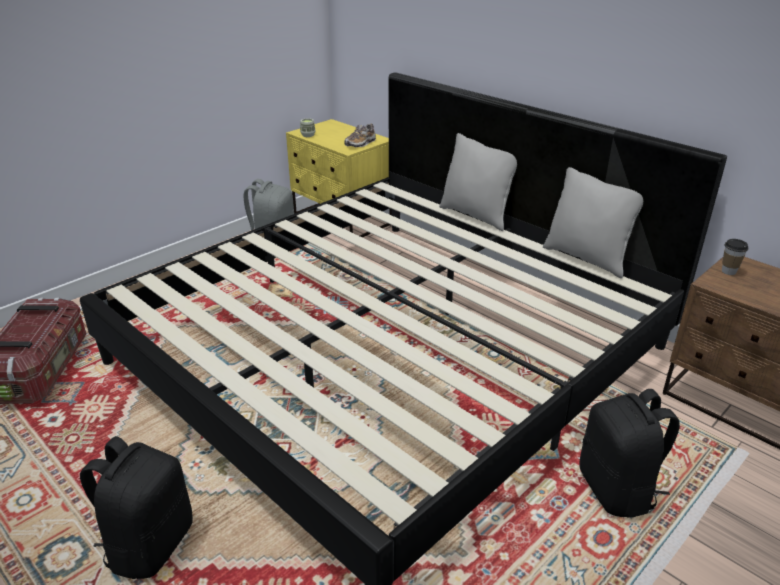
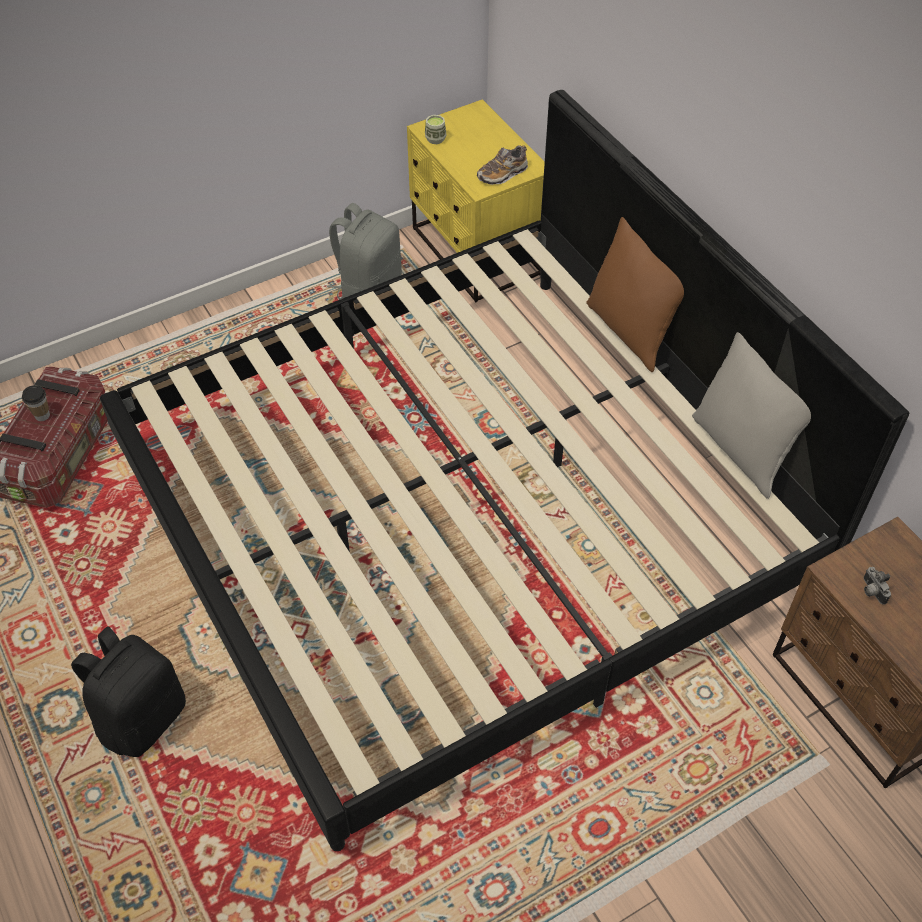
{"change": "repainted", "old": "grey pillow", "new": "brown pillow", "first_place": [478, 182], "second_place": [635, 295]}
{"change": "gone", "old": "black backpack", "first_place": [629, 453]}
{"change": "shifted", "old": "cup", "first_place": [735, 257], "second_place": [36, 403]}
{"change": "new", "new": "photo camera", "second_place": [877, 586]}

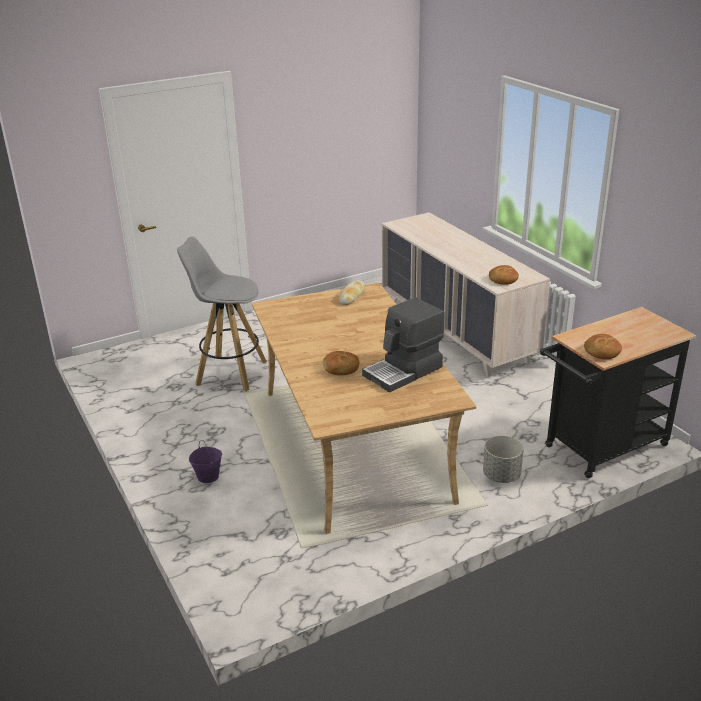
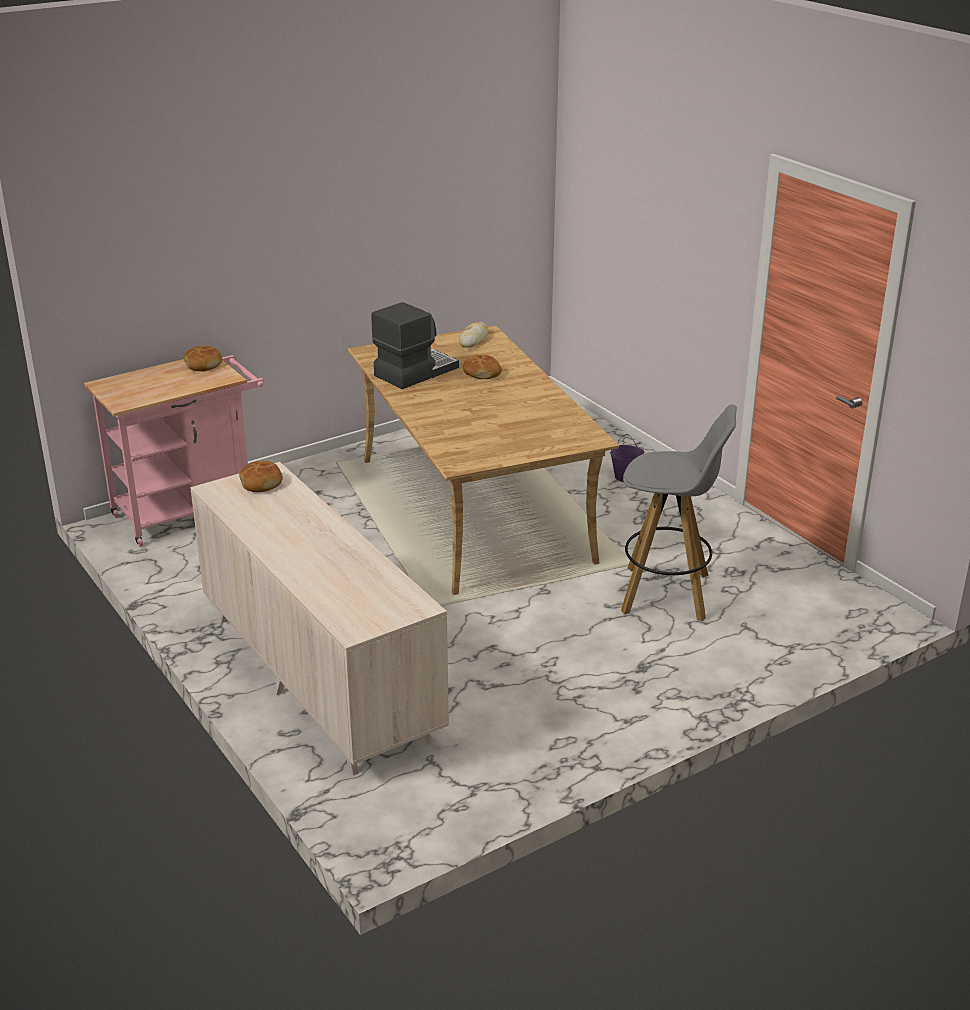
{"change": "shifted", "old": "bread", "first_place": [351, 293], "second_place": [474, 335]}
{"change": "gone", "old": "grey planter", "first_place": [503, 459]}
{"change": "repainted", "old": "black cart", "new": "pink cart", "first_place": [618, 392], "second_place": [174, 451]}

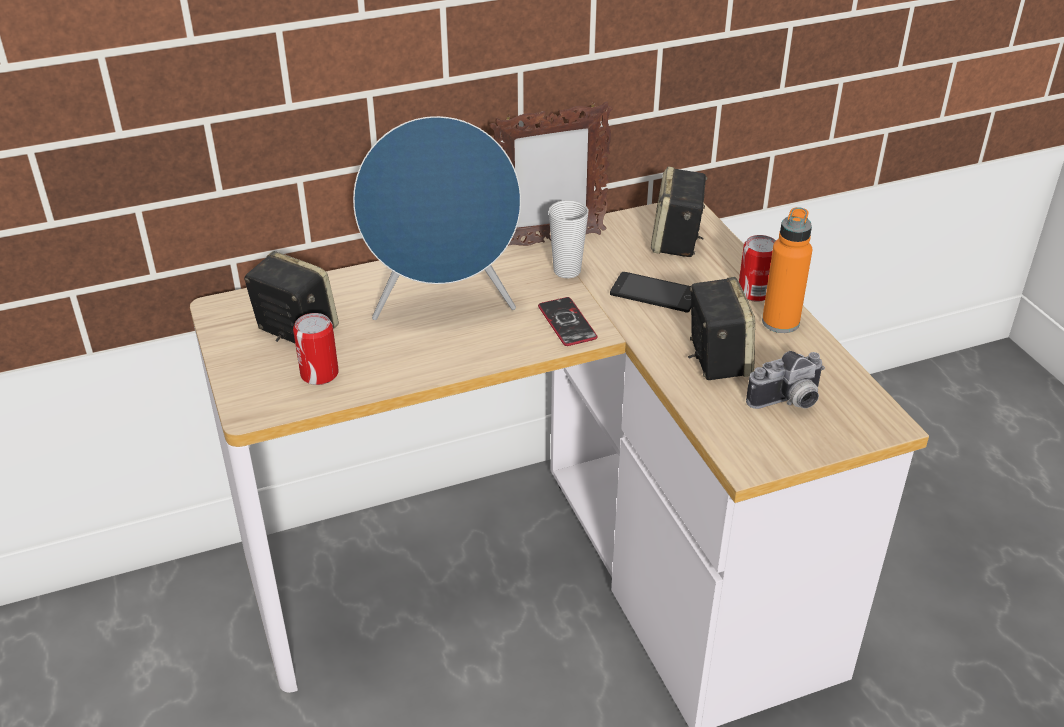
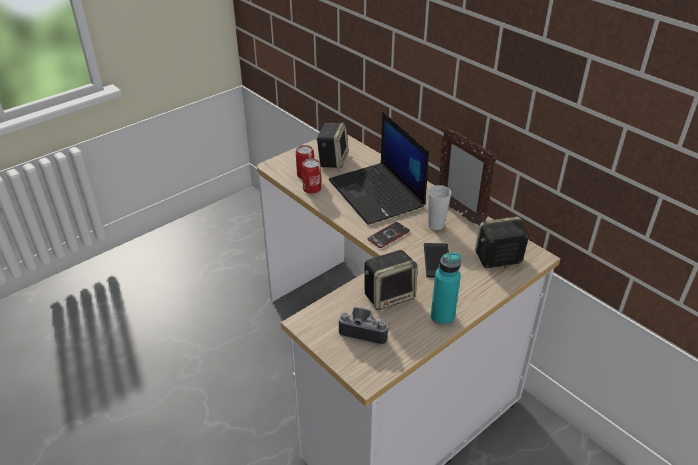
{"change": "swapped", "old": "blue speaker", "new": "laptop", "first_place": [437, 218], "second_place": [379, 168]}
{"change": "shifted", "old": "can", "first_place": [757, 268], "second_place": [311, 176]}
{"change": "rotated", "old": "photo camera", "first_place": [785, 380], "second_place": [364, 326], "degrees": 150}
{"change": "repainted", "old": "orange bottle", "new": "turquoise bottle", "first_place": [787, 270], "second_place": [446, 289]}

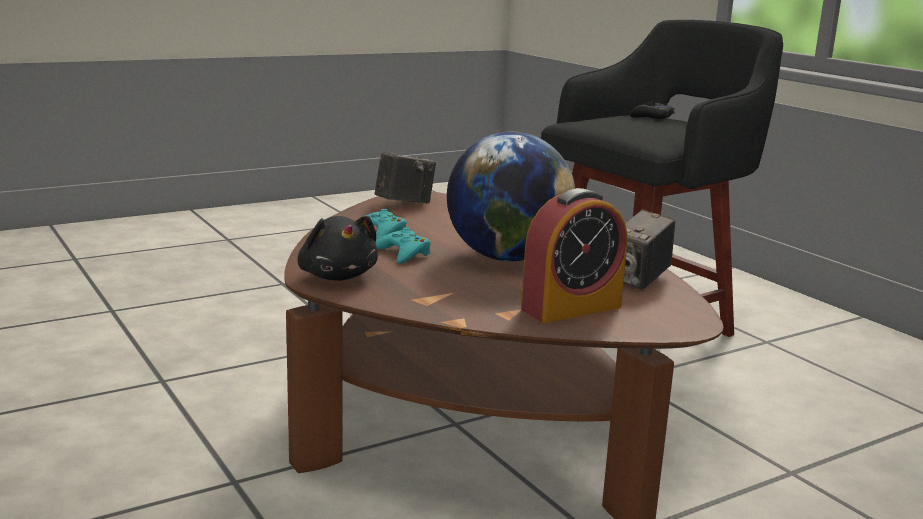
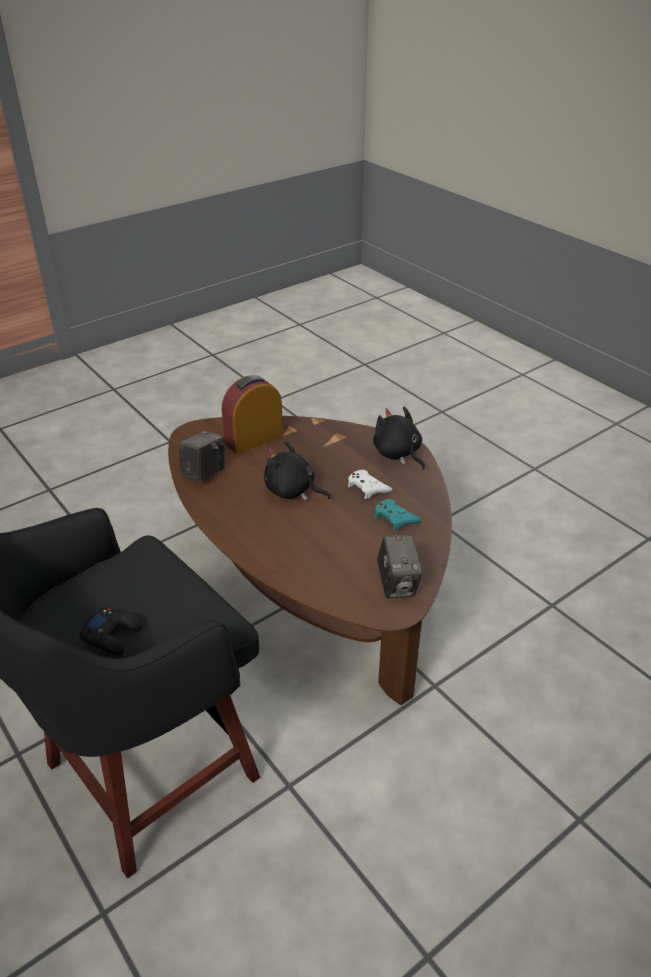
{"change": "rotated", "old": "photo camera", "first_place": [405, 178], "second_place": [400, 566], "degrees": -60}
{"change": "repainted", "old": "turquoise game controller", "new": "white game controller", "first_place": [403, 245], "second_place": [370, 484]}
{"change": "swapped", "old": "globe", "new": "black plush toy", "first_place": [511, 196], "second_place": [297, 471]}

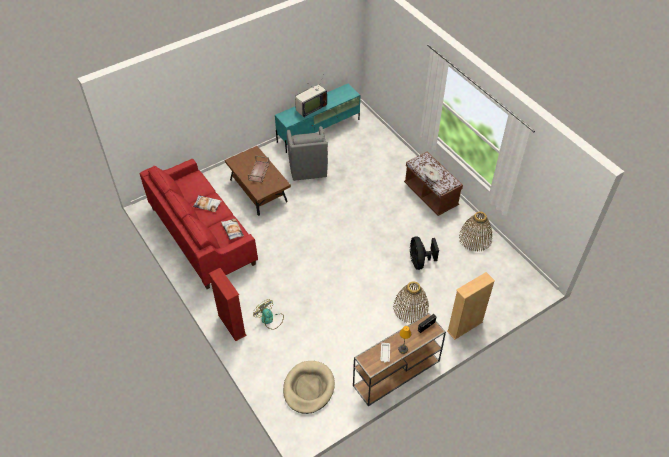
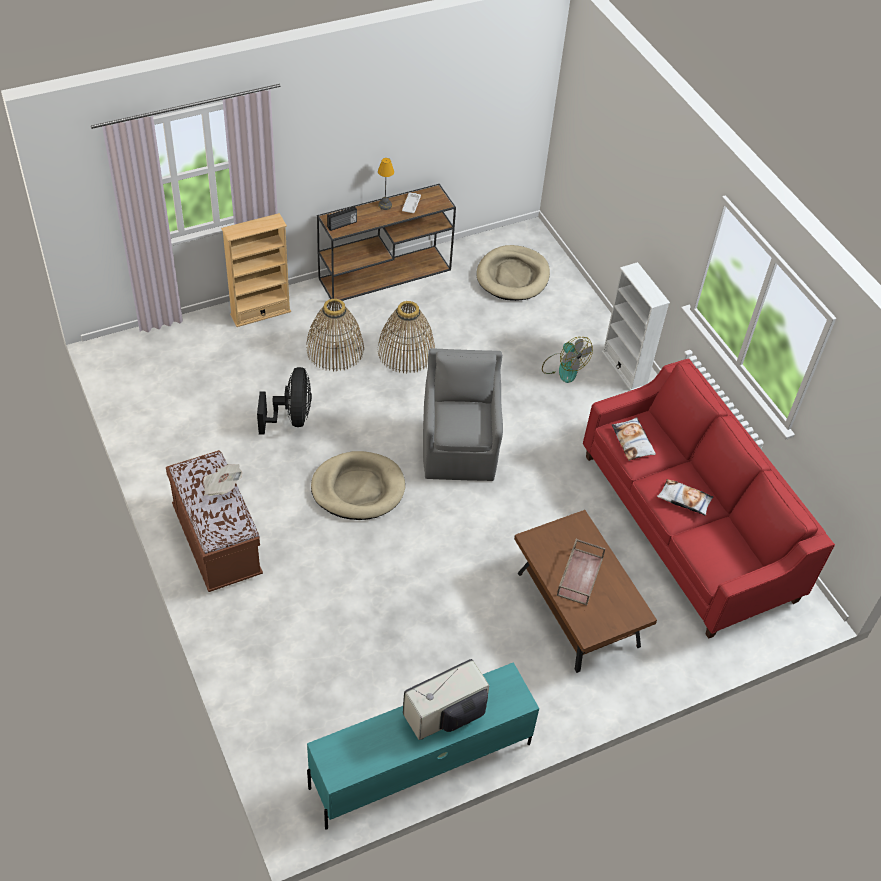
{"change": "repainted", "old": "red bookcase", "new": "white bookcase", "first_place": [228, 304], "second_place": [636, 326]}
{"change": "shifted", "old": "grey armchair", "first_place": [307, 153], "second_place": [463, 414]}
{"change": "shifted", "old": "basket", "first_place": [475, 232], "second_place": [406, 337]}
{"change": "new", "new": "beige dog bed", "second_place": [358, 485]}

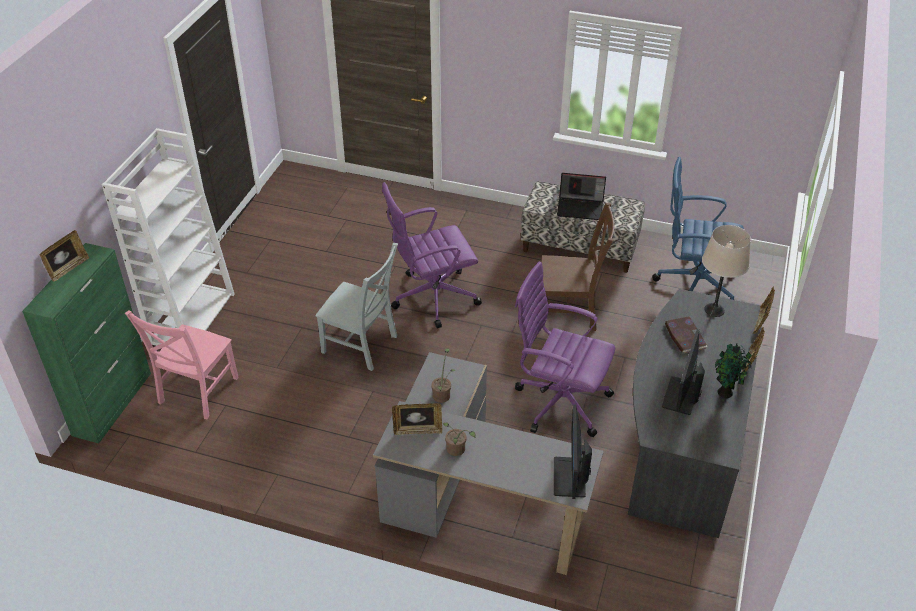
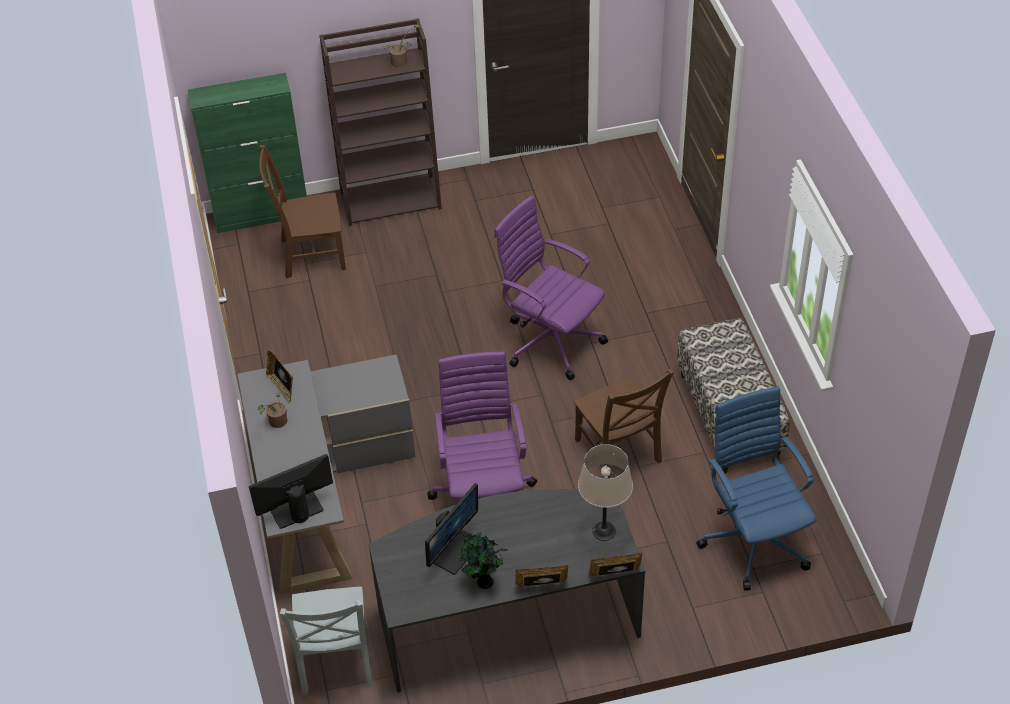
{"change": "gone", "old": "picture frame", "first_place": [64, 256]}
{"change": "repainted", "old": "white bookcase", "new": "brown bookcase", "first_place": [168, 237], "second_place": [380, 122]}
{"change": "repainted", "old": "pink chair", "new": "brown chair", "first_place": [182, 364], "second_place": [302, 211]}
{"change": "shifted", "old": "grey chair", "first_place": [356, 307], "second_place": [326, 641]}
{"change": "shifted", "old": "potted plant", "first_place": [444, 375], "second_place": [403, 45]}
{"change": "gone", "old": "laptop", "first_place": [581, 196]}
{"change": "rotated", "old": "monitor", "first_place": [683, 372], "second_place": [451, 529], "degrees": 135}
{"change": "gone", "old": "book", "first_place": [686, 334]}

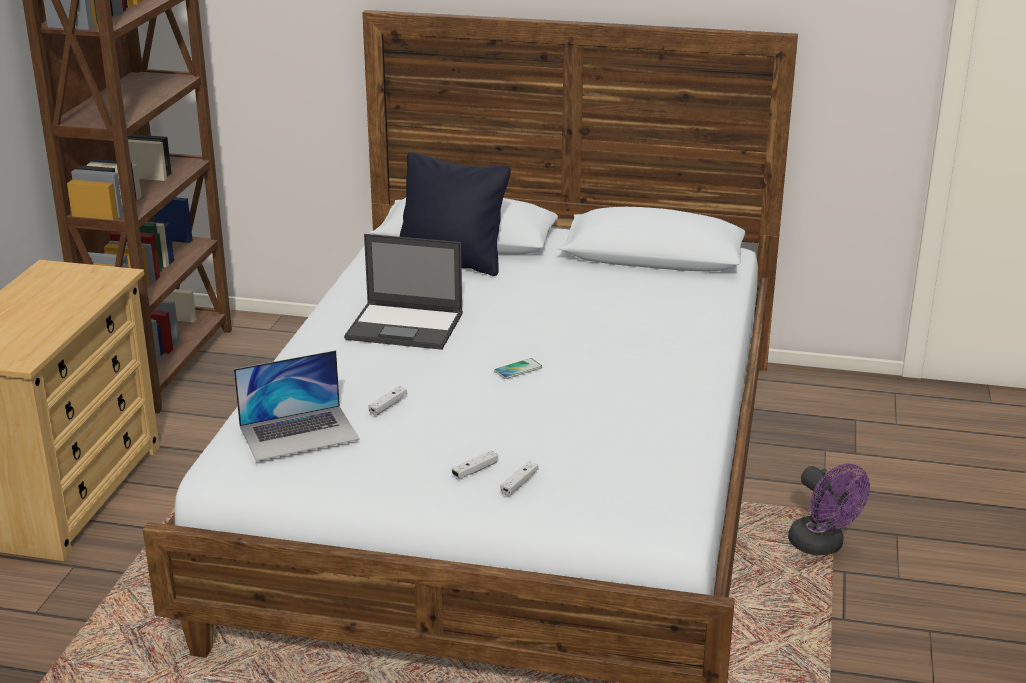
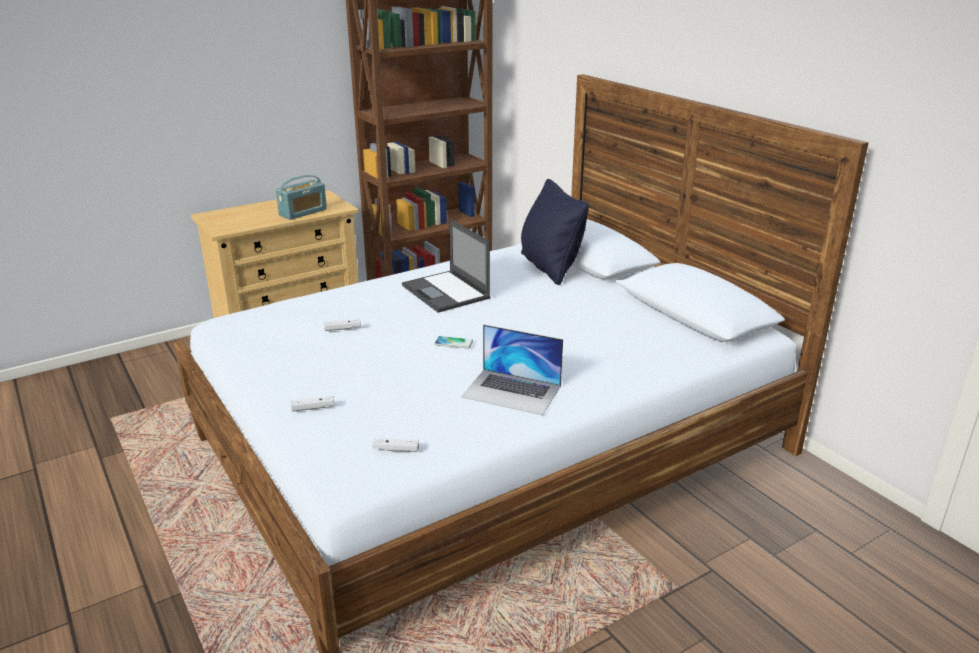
{"change": "shifted", "old": "laptop", "first_place": [297, 405], "second_place": [512, 369]}
{"change": "shifted", "old": "white game controller", "first_place": [475, 464], "second_place": [395, 445]}
{"change": "gone", "old": "purple fan", "first_place": [829, 510]}
{"change": "new", "new": "radio", "second_place": [301, 197]}

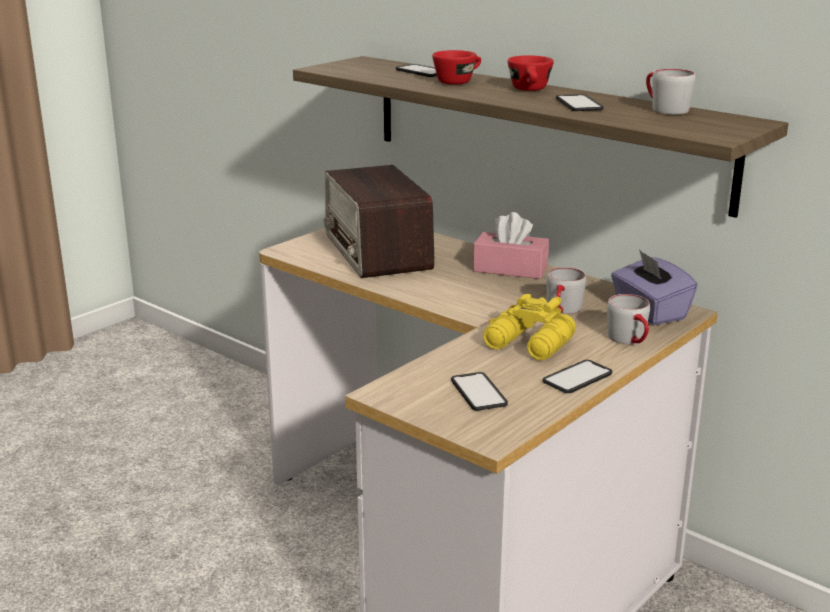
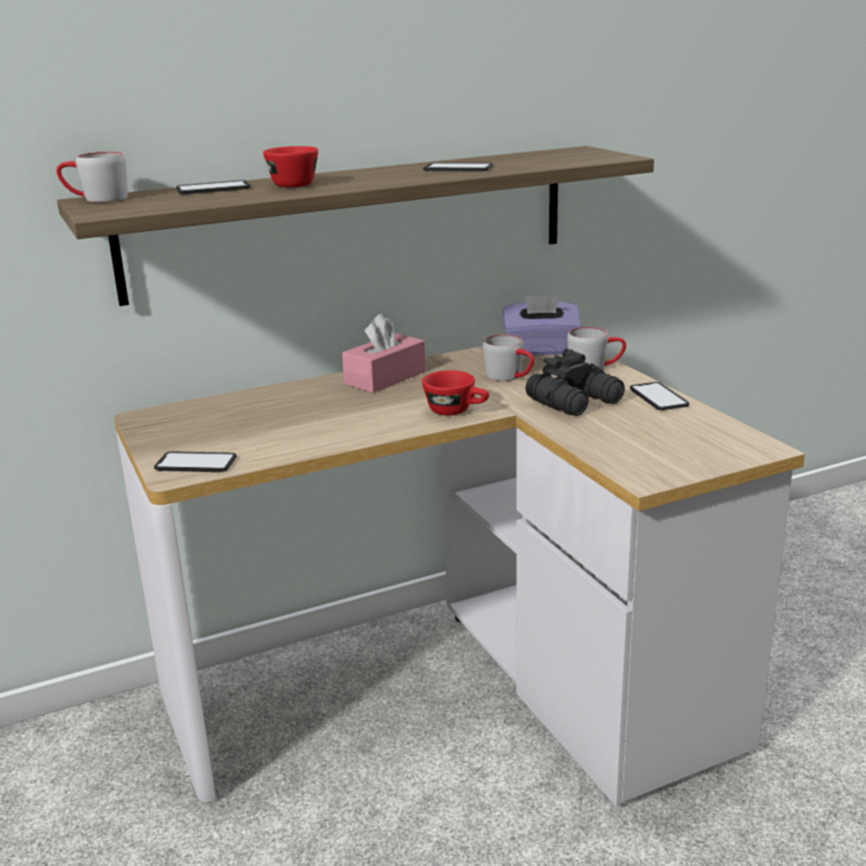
{"change": "gone", "old": "radio", "first_place": [379, 221]}
{"change": "shifted", "old": "phone", "first_place": [479, 391], "second_place": [195, 461]}
{"change": "repainted", "old": "yellow binoculars", "new": "black binoculars", "first_place": [529, 327], "second_place": [575, 382]}
{"change": "shifted", "old": "red cup", "first_place": [531, 73], "second_place": [455, 393]}
{"change": "shifted", "old": "grey mug", "first_place": [671, 92], "second_place": [92, 177]}

